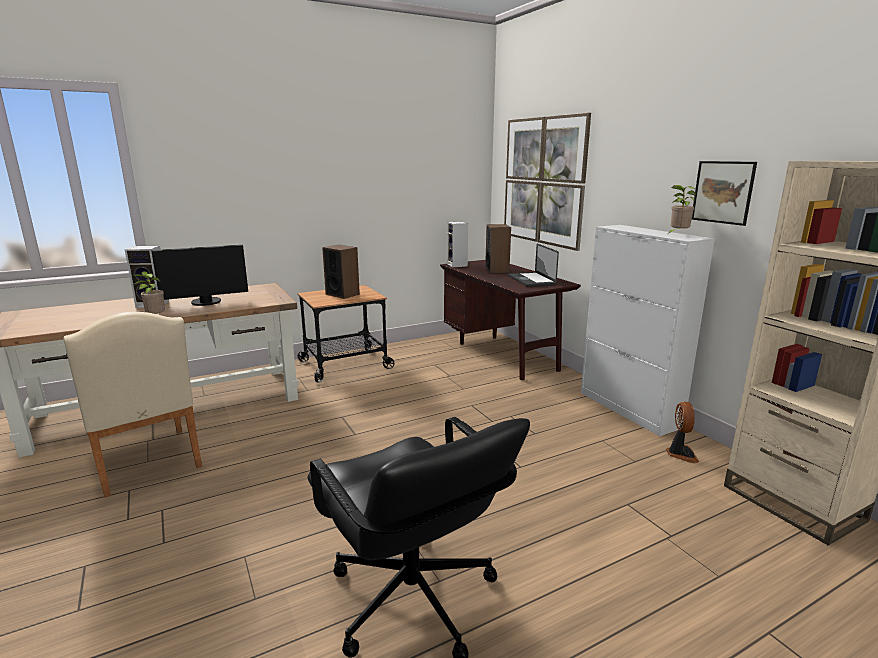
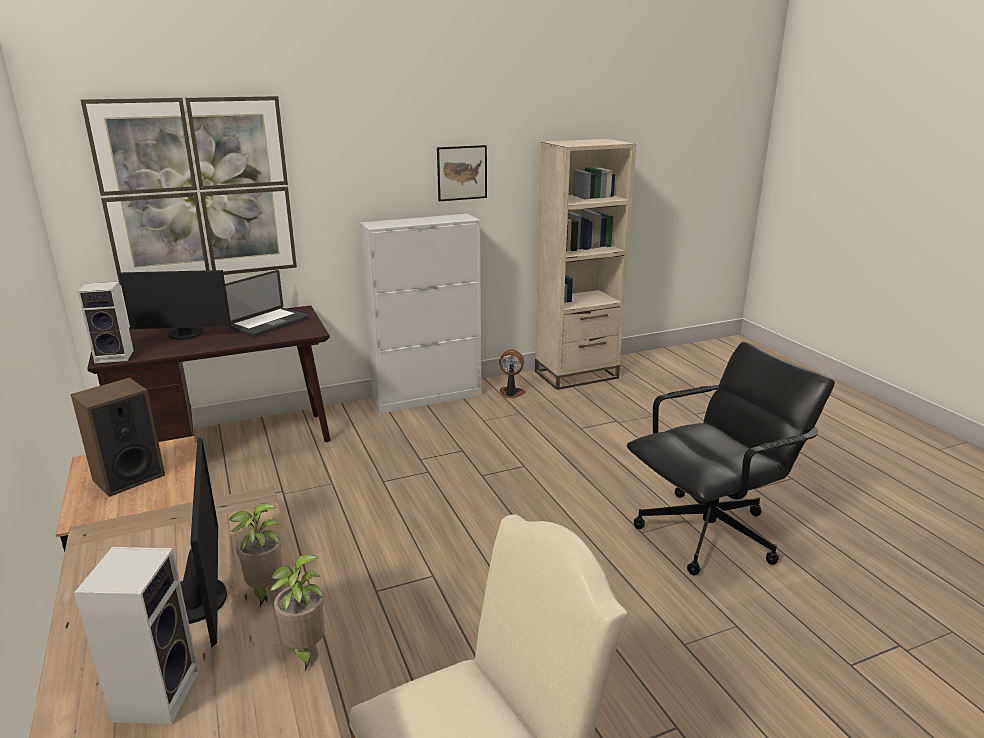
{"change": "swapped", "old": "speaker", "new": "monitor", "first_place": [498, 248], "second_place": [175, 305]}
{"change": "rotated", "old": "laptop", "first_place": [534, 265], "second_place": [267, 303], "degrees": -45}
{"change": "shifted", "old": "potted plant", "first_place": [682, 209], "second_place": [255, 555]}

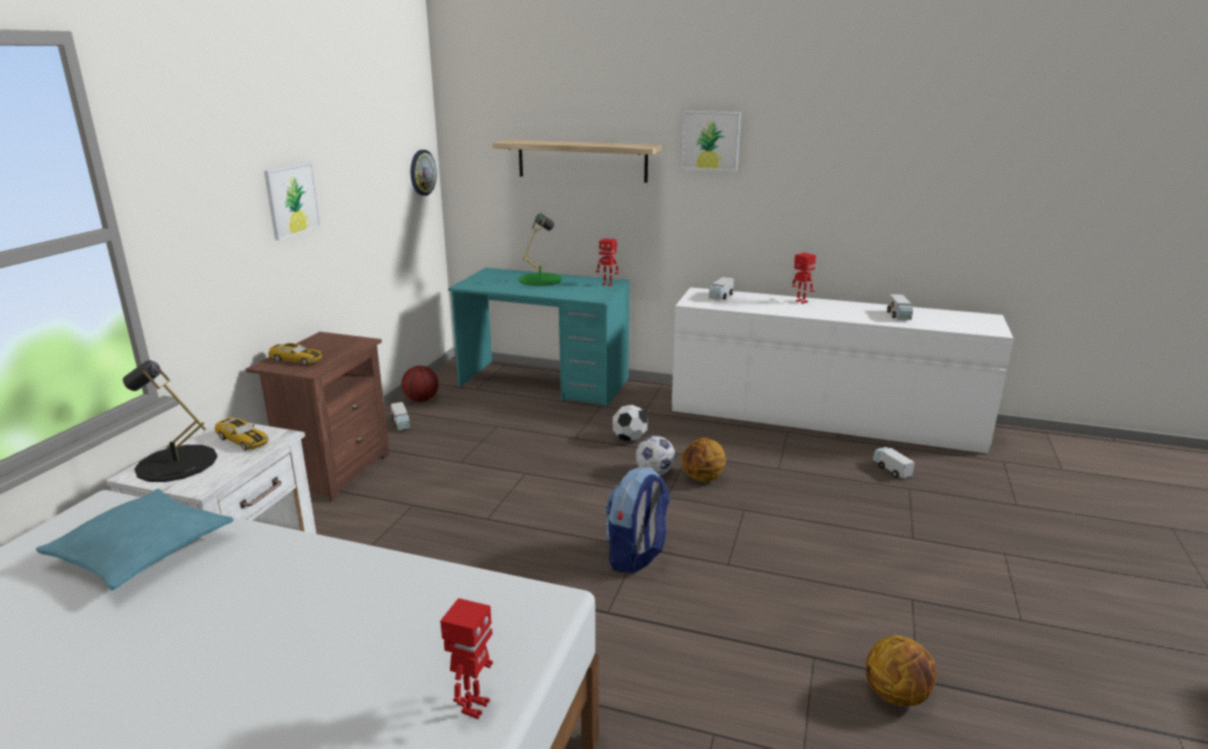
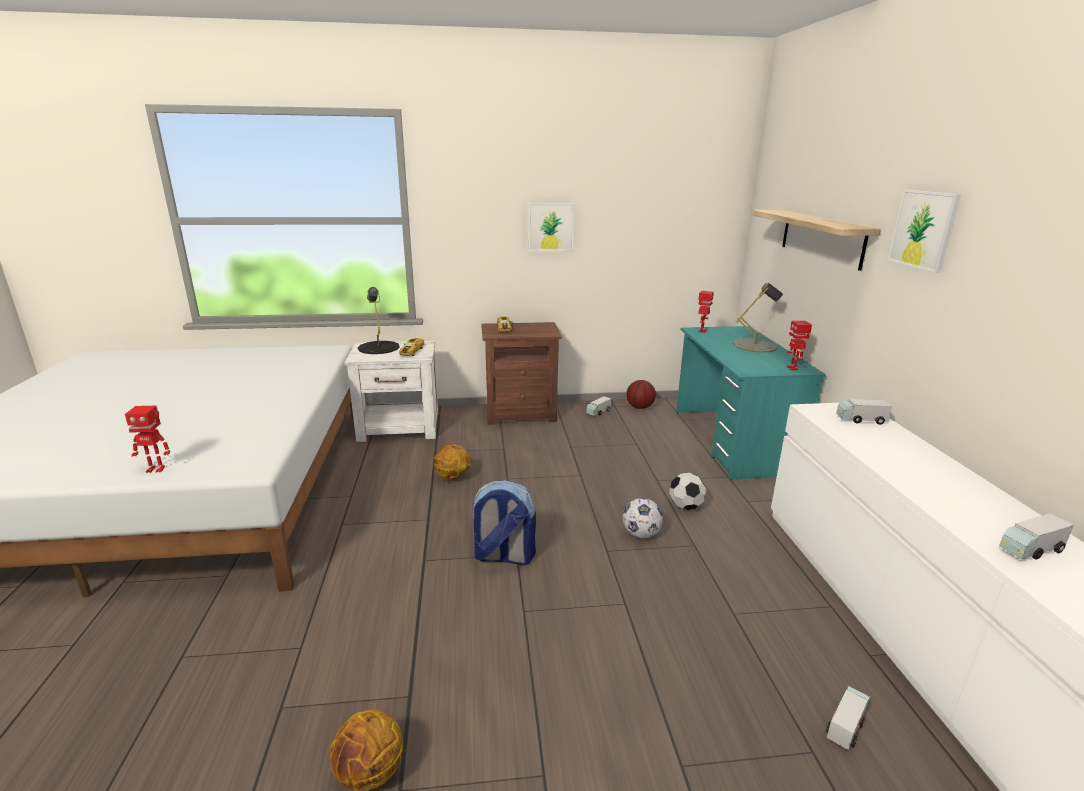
{"change": "gone", "old": "turquoise pillow", "first_place": [135, 539]}
{"change": "gone", "old": "wall clock", "first_place": [424, 173]}
{"change": "repainted", "old": "green table lamp", "new": "grey table lamp", "first_place": [540, 249], "second_place": [758, 318]}
{"change": "shifted", "old": "basketball", "first_place": [704, 460], "second_place": [452, 462]}
{"change": "shifted", "old": "toy robot", "first_place": [804, 278], "second_place": [706, 312]}

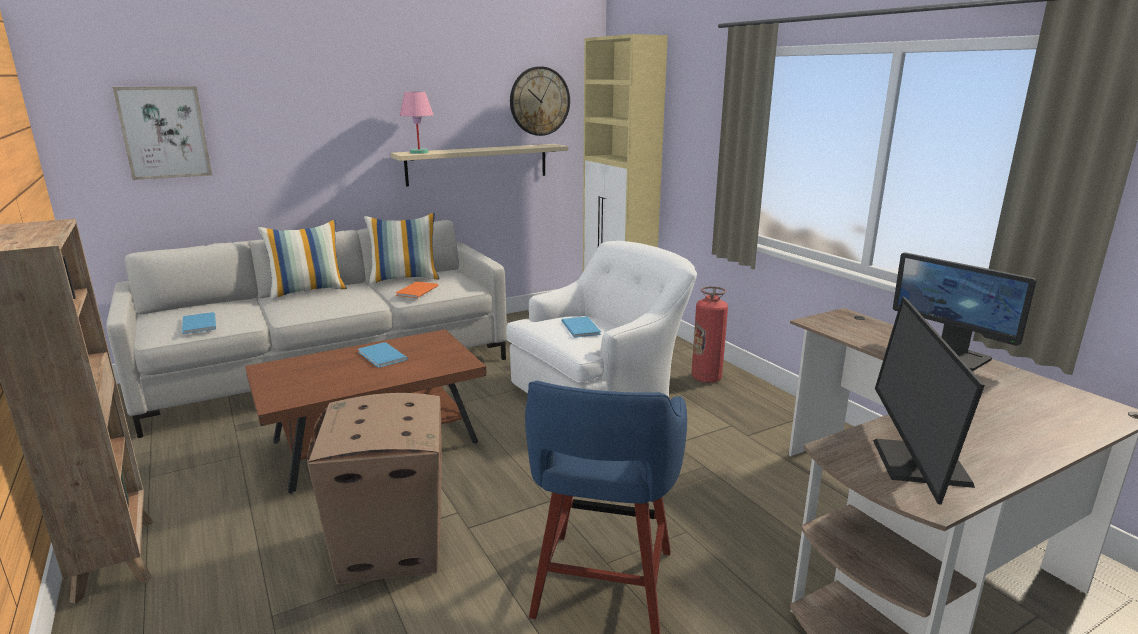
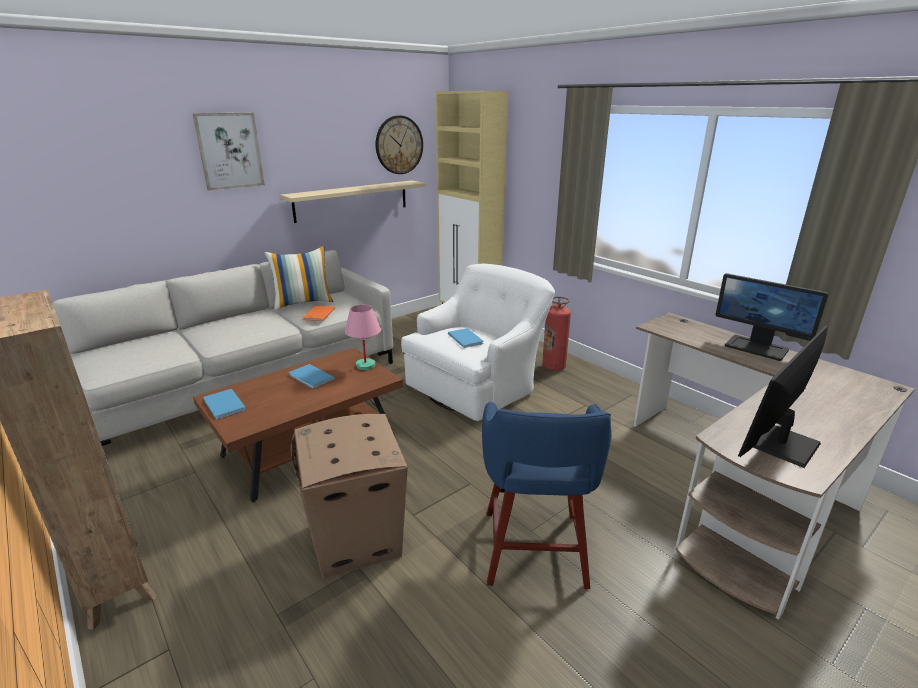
{"change": "shifted", "old": "picture", "first_place": [162, 133], "second_place": [228, 151]}
{"change": "shifted", "old": "blue book", "first_place": [199, 323], "second_place": [224, 404]}
{"change": "gone", "old": "pillow", "first_place": [302, 260]}
{"change": "shifted", "old": "pink table lamp", "first_place": [416, 123], "second_place": [363, 337]}
{"change": "rotated", "old": "monitor", "first_place": [929, 401], "second_place": [783, 397], "degrees": 45}

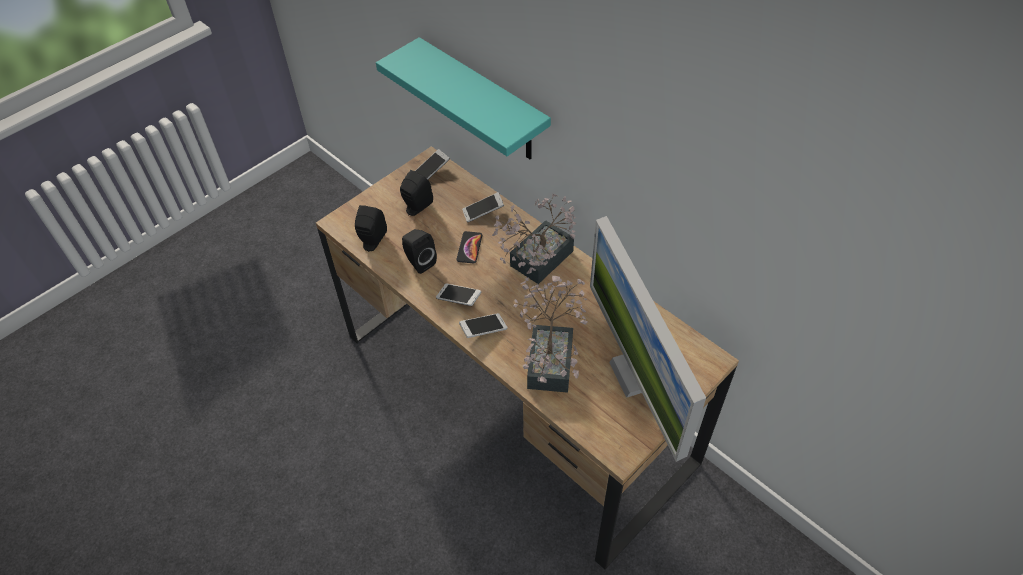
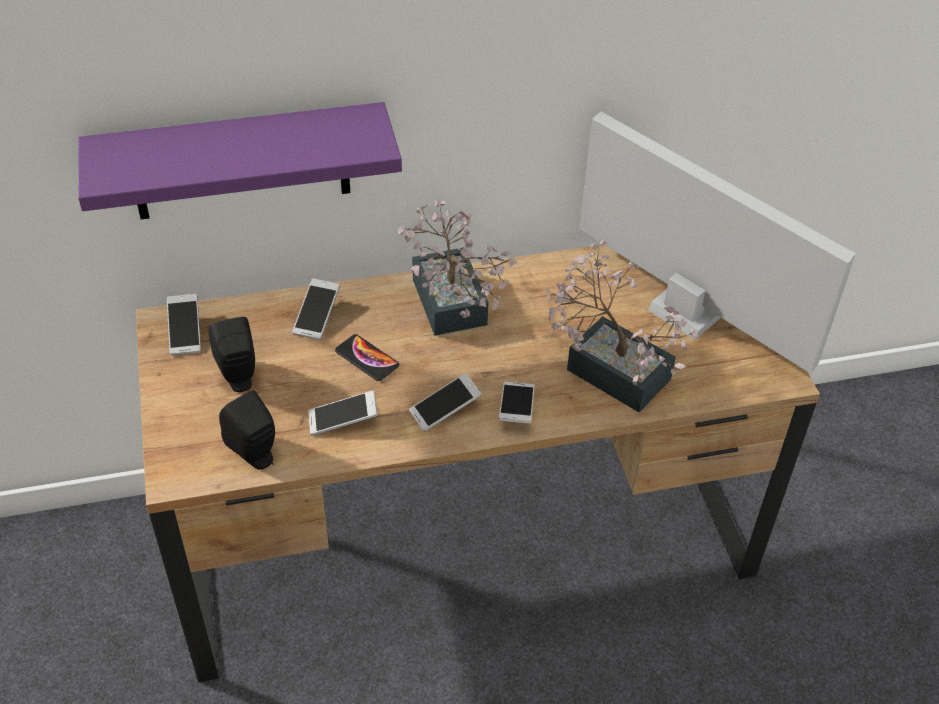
{"change": "repainted", "old": "turquoise shelf", "new": "purple shelf", "first_place": [463, 98], "second_place": [240, 160]}
{"change": "swapped", "old": "black speaker", "new": "phone", "first_place": [419, 251], "second_place": [343, 413]}
{"change": "rotated", "old": "monitor", "first_place": [648, 339], "second_place": [717, 243], "degrees": -150}

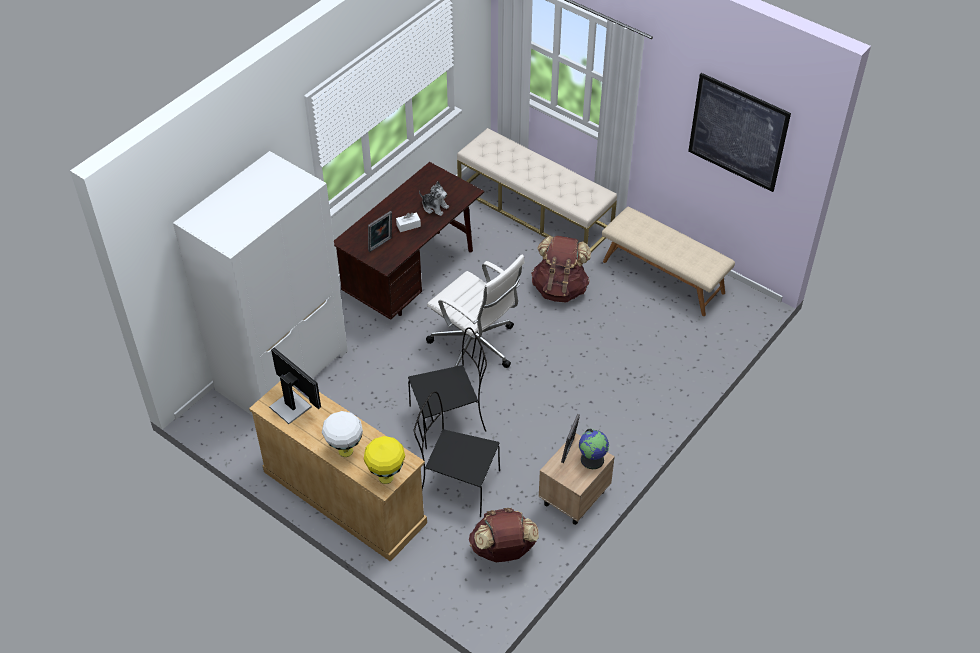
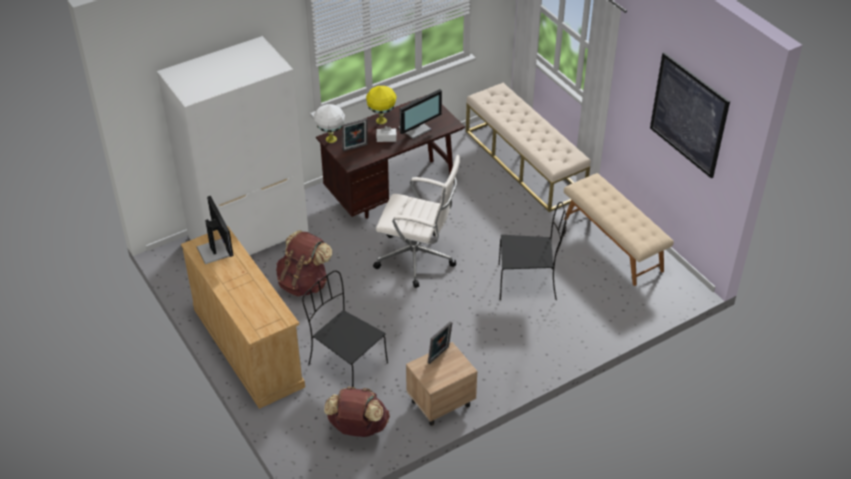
{"change": "shifted", "old": "white table lamp", "first_place": [342, 434], "second_place": [329, 123]}
{"change": "shifted", "old": "yellow table lamp", "first_place": [384, 460], "second_place": [381, 105]}
{"change": "shifted", "old": "black chair", "first_place": [447, 388], "second_place": [533, 251]}
{"change": "swapped", "old": "plush toy", "new": "monitor", "first_place": [434, 198], "second_place": [420, 114]}
{"change": "rotated", "old": "white office chair", "first_place": [475, 311], "second_place": [416, 221], "degrees": -45}
{"change": "shifted", "old": "brown backpack", "first_place": [561, 269], "second_place": [304, 263]}
{"change": "gone", "old": "globe", "first_place": [594, 449]}

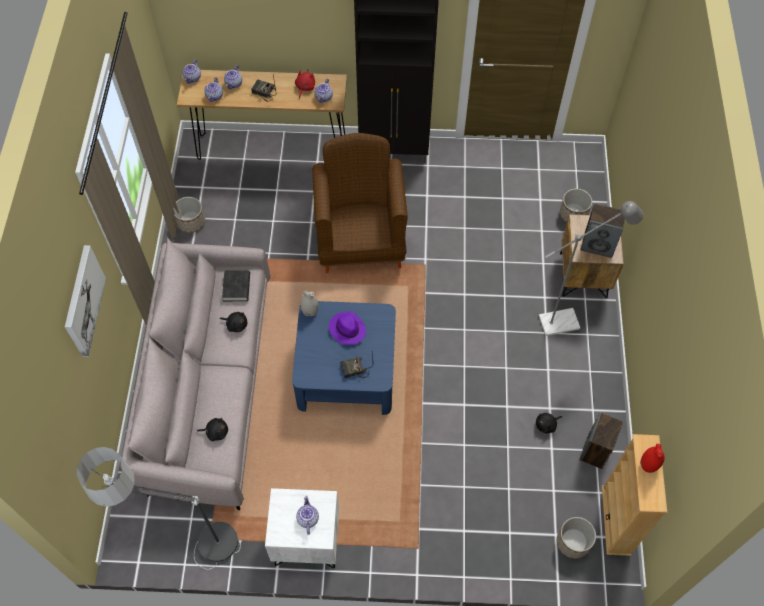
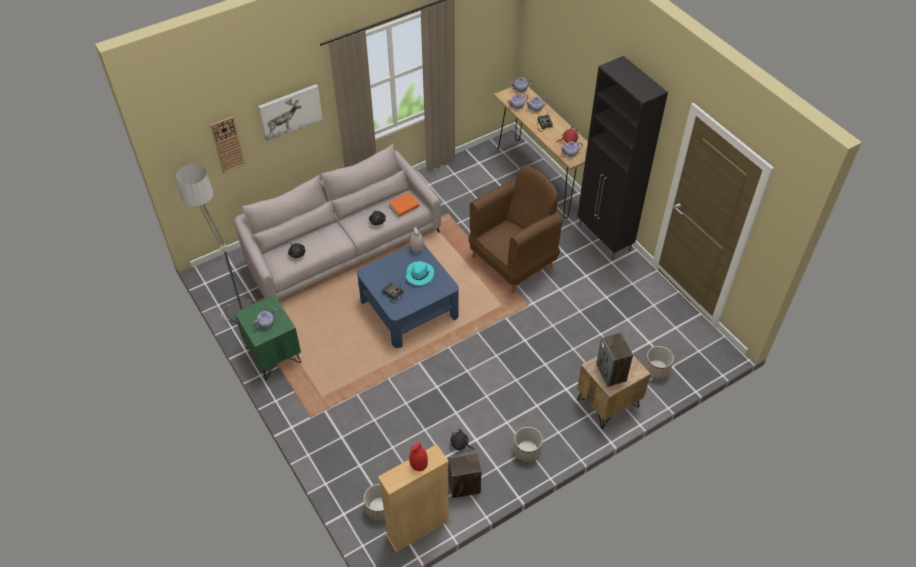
{"change": "shifted", "old": "planter", "first_place": [189, 215], "second_place": [528, 445]}
{"change": "repainted", "old": "black book", "new": "orange book", "first_place": [236, 285], "second_place": [404, 204]}
{"change": "repainted", "old": "white nightstand", "new": "green nightstand", "first_place": [302, 528], "second_place": [267, 337]}
{"change": "repainted", "old": "purple hat", "new": "turquoise hat", "first_place": [347, 328], "second_place": [420, 273]}
{"change": "gone", "old": "grey floor lamp", "first_place": [591, 268]}
{"change": "new", "new": "wall clock", "second_place": [227, 144]}

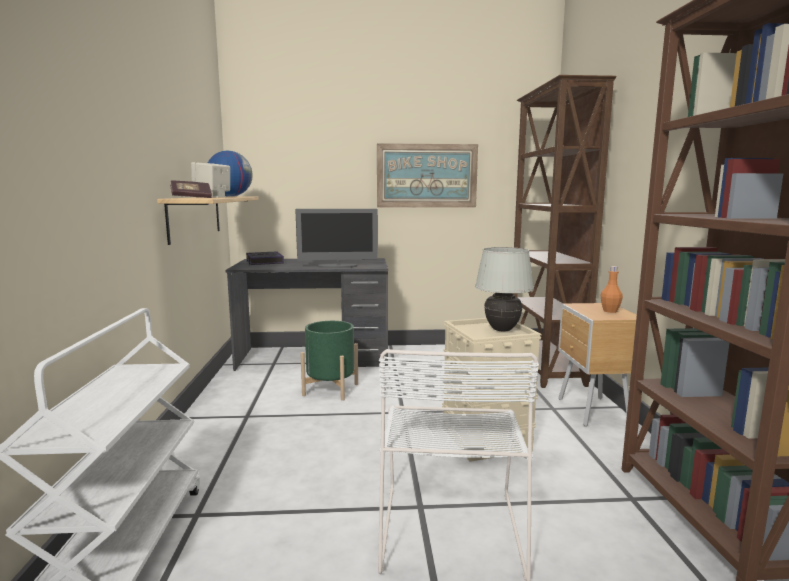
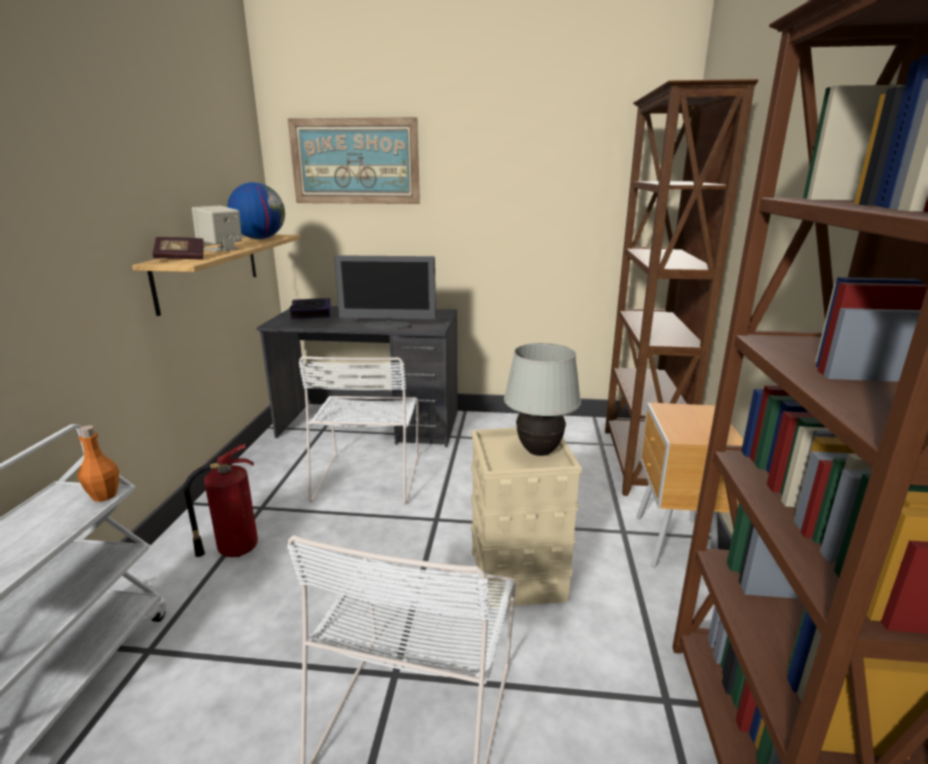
{"change": "swapped", "old": "green planter", "new": "white chair", "first_place": [329, 361], "second_place": [359, 430]}
{"change": "shifted", "old": "picture", "first_place": [427, 175], "second_place": [354, 160]}
{"change": "shifted", "old": "orange bottle", "first_place": [612, 289], "second_place": [98, 463]}
{"change": "new", "new": "fire extinguisher", "second_place": [221, 500]}

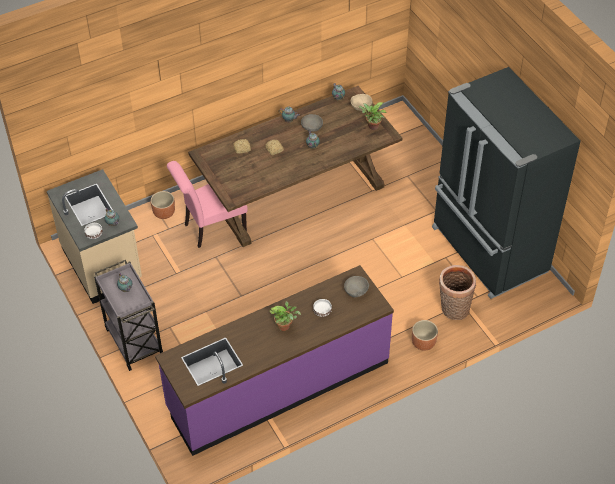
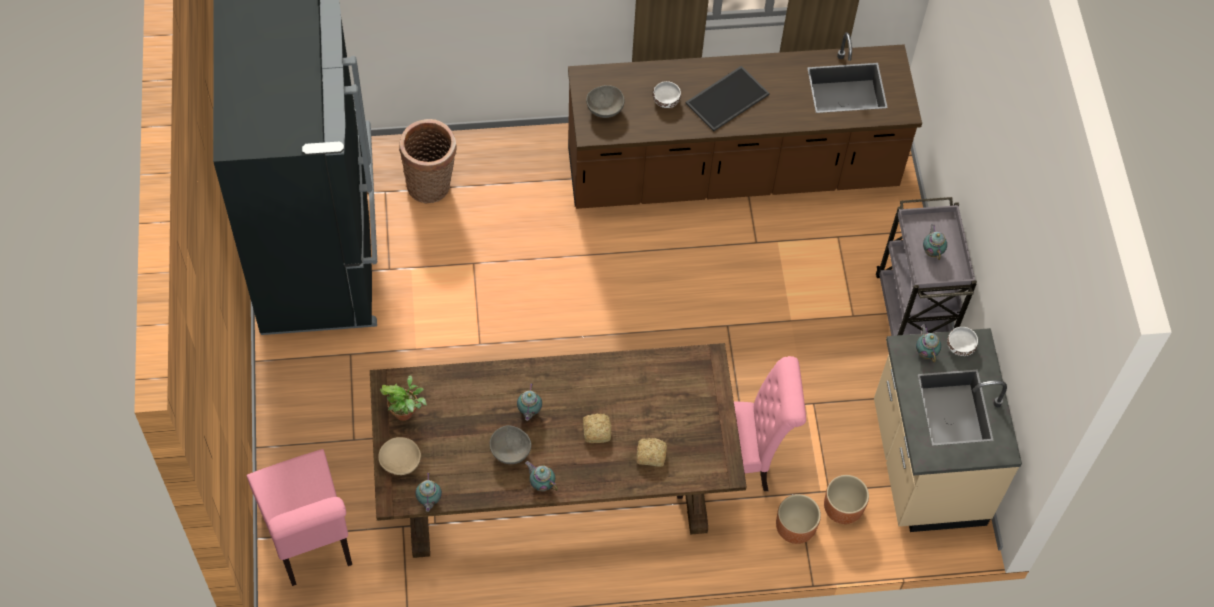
{"change": "repainted", "old": "purple counter", "new": "brown counter", "first_place": [274, 360], "second_place": [745, 120]}
{"change": "swapped", "old": "potted plant", "new": "tray", "first_place": [285, 316], "second_place": [727, 99]}
{"change": "shifted", "old": "brown planter", "first_place": [425, 335], "second_place": [846, 499]}
{"change": "new", "new": "pink chair", "second_place": [299, 517]}

